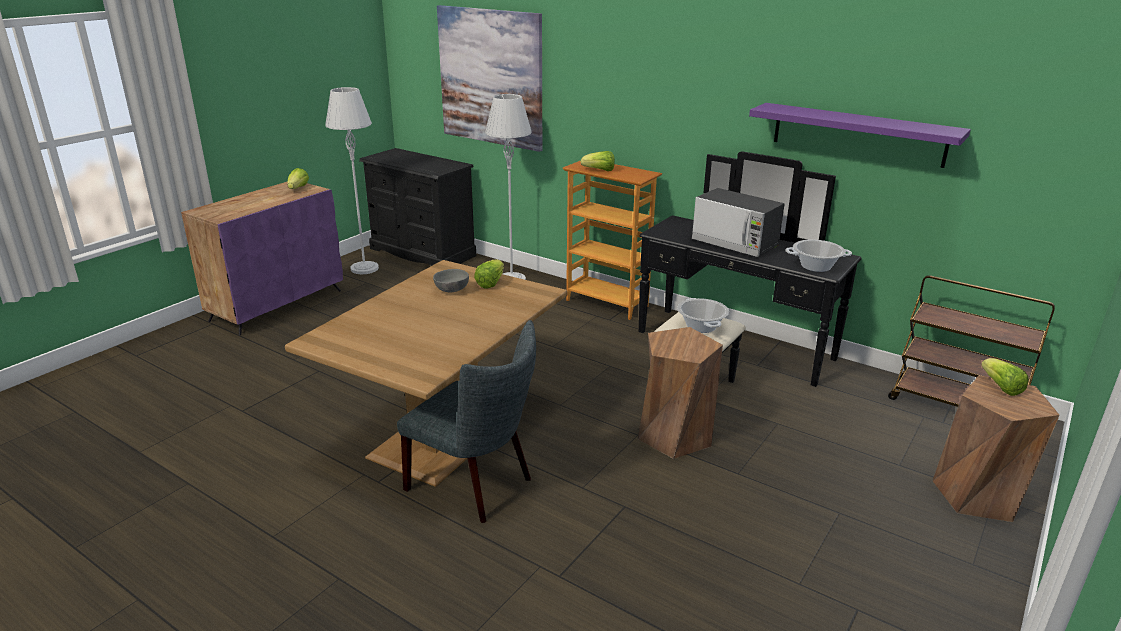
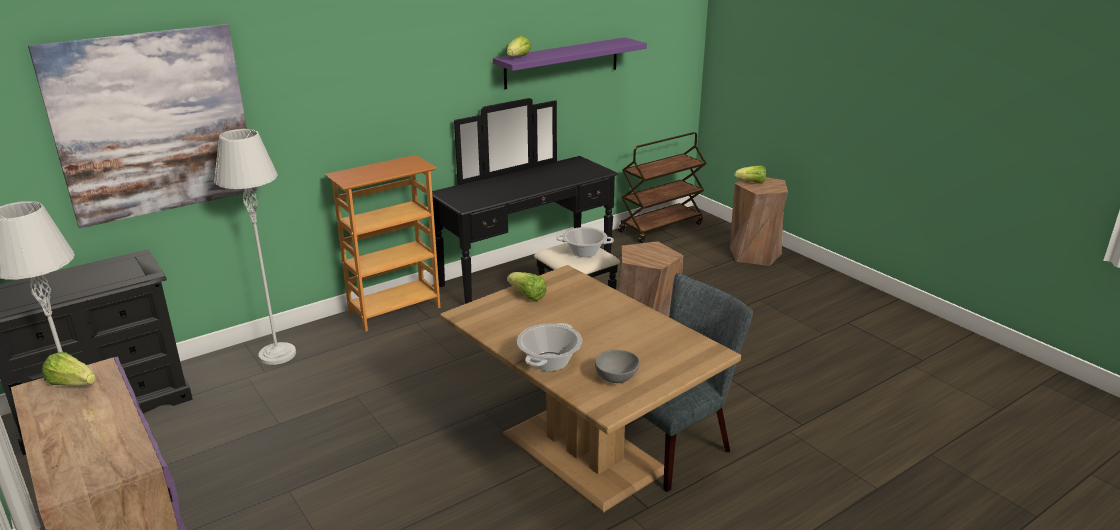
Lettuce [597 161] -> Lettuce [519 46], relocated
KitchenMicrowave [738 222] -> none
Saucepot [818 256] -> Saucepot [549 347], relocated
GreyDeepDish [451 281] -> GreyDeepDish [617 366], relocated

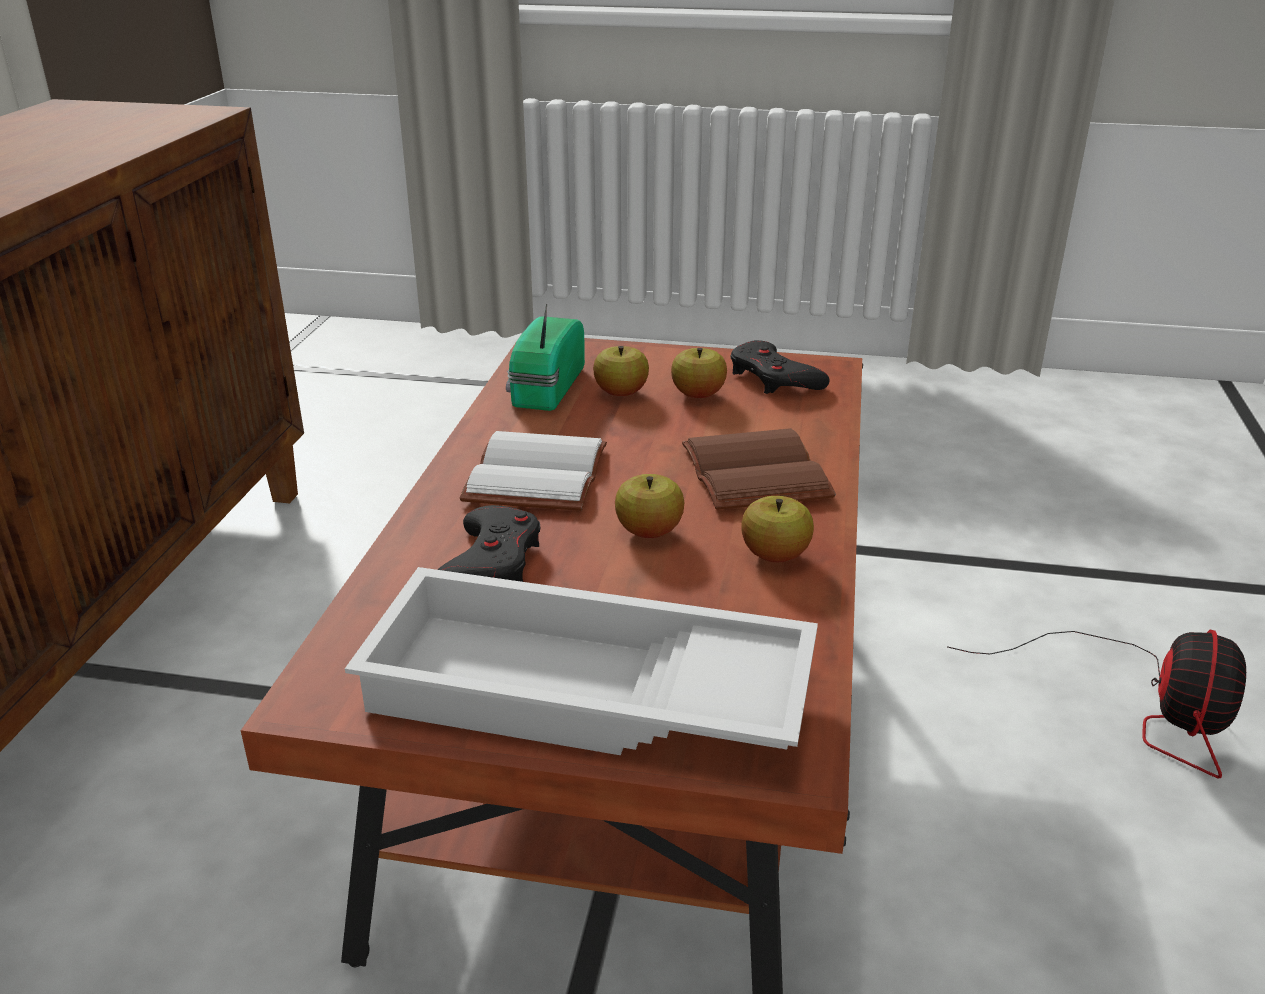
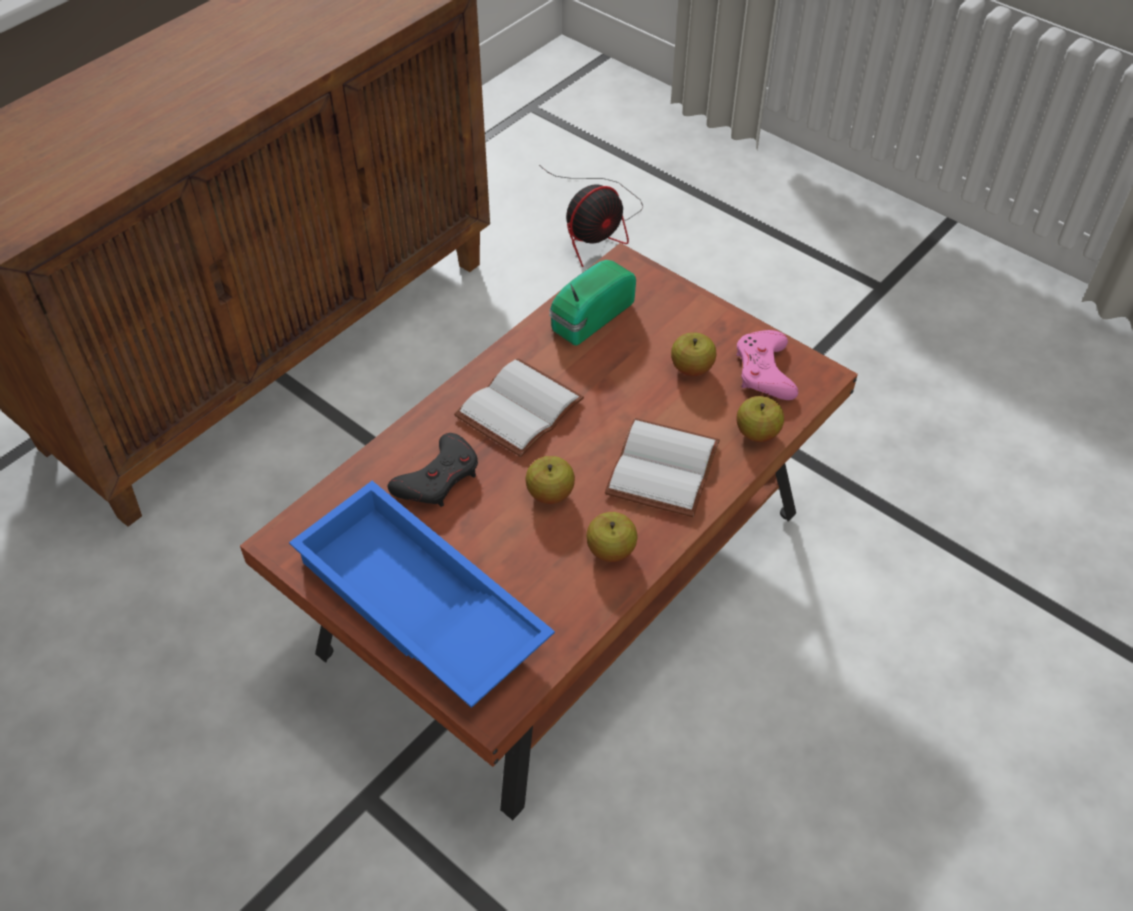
BlackishJoypad [779 367] -> PinkJoypad [767 365]
AppleFruit [621 371] -> AppleFruit [760 419], relocated
BrownishVolume [759 469] -> WhitishVolume [662 467]
WhitishCarryingTray [581 661] -> BlueColouredCarryingTray [422 594]
ElectricFan [1096 704] -> ElectricFan [591 216], relocated

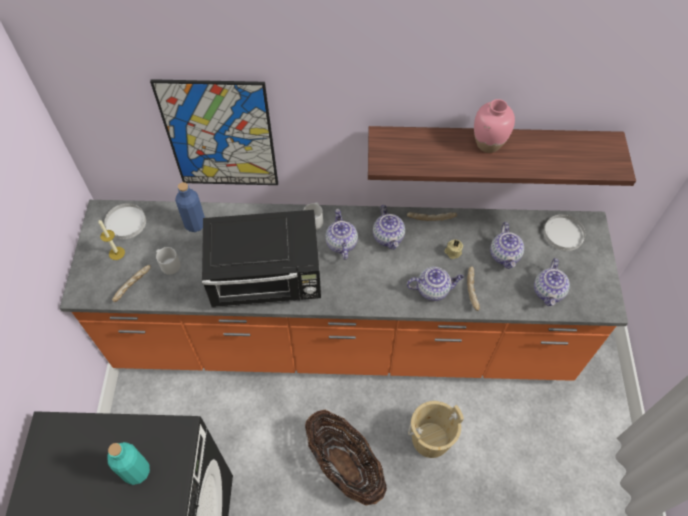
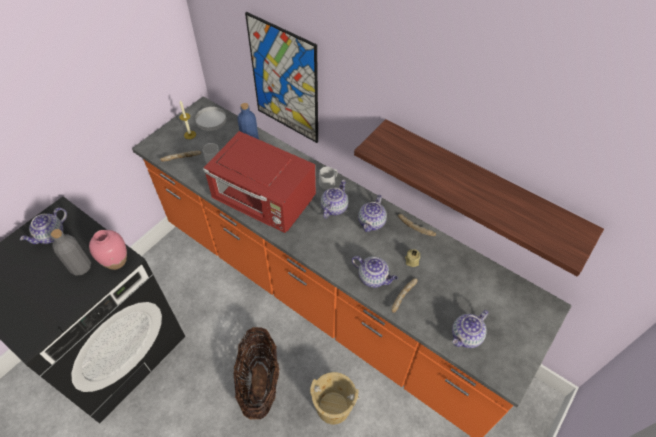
PinkFlowerVase [494 126] -> PinkFlowerVase [108 250], relocated
BlackishKitchenMicrowave [261 259] -> RedKitchenMicrowave [259 182]
WhitishDinnerPlate [565 232] -> none
Teapot [507 245] -> Teapot [43 226], relocated
TurquoiseColouredDrinkBottle [129 463] -> GreyDrinkBottle [71 252]

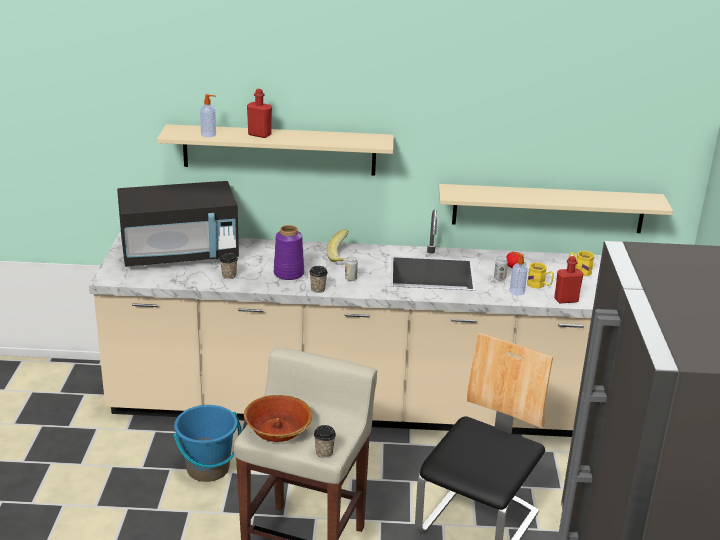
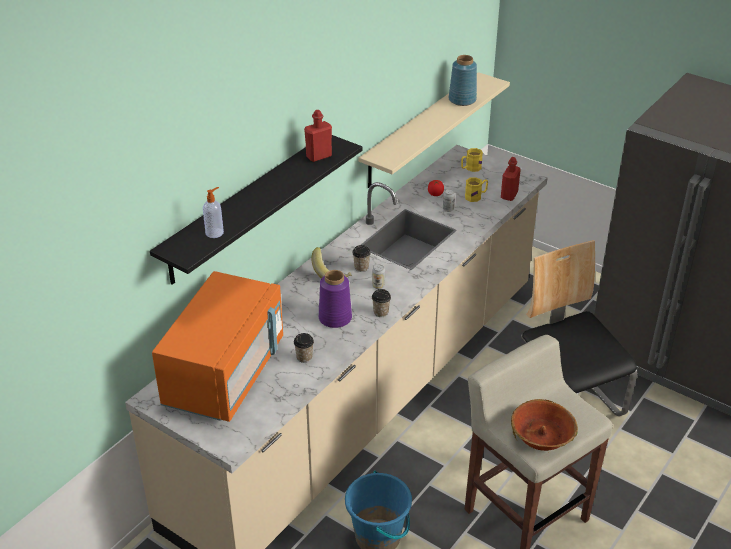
RedDrinkBottle [259 113] -> RedDrinkBottle [318 136], relocated
BeigeColouredWallShelf [275 150] -> BlackishWallShelf [256 210]
BlackishKitchenMicrowave [178 224] -> OrangeColouredKitchenMicrowave [217 346]
SoapBottle [518 273] -> none
Cup [325 441] -> Cup [361 258], relocated
none -> BlueColouredFlowerVase [463 80]

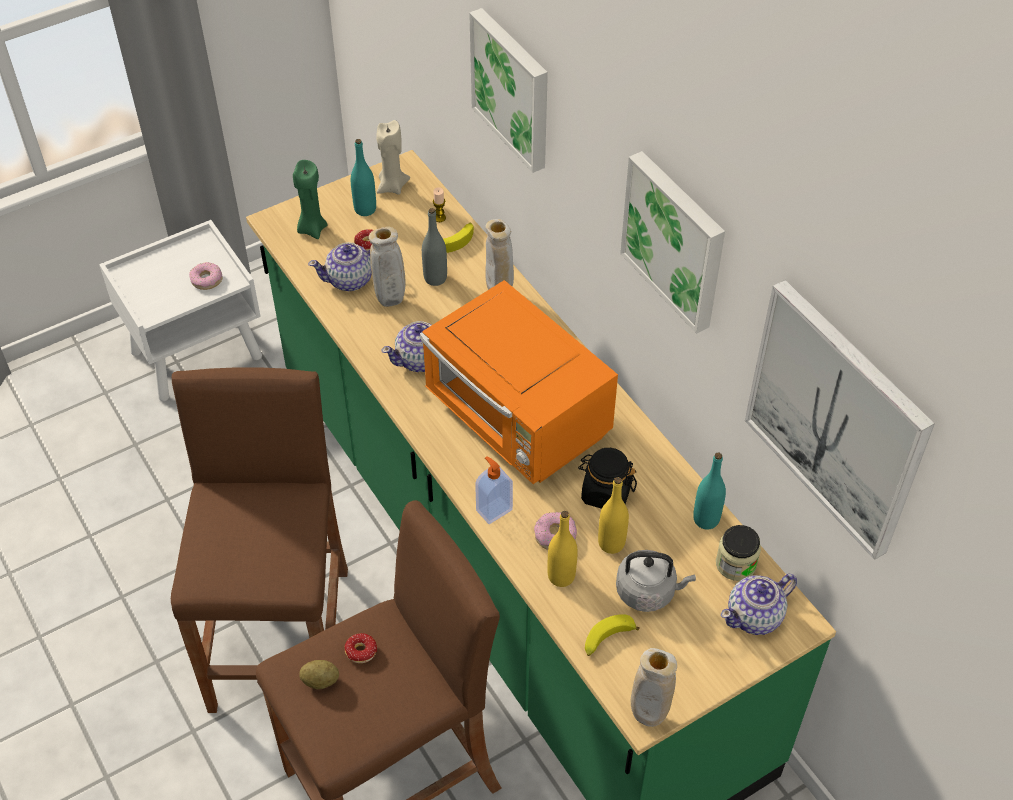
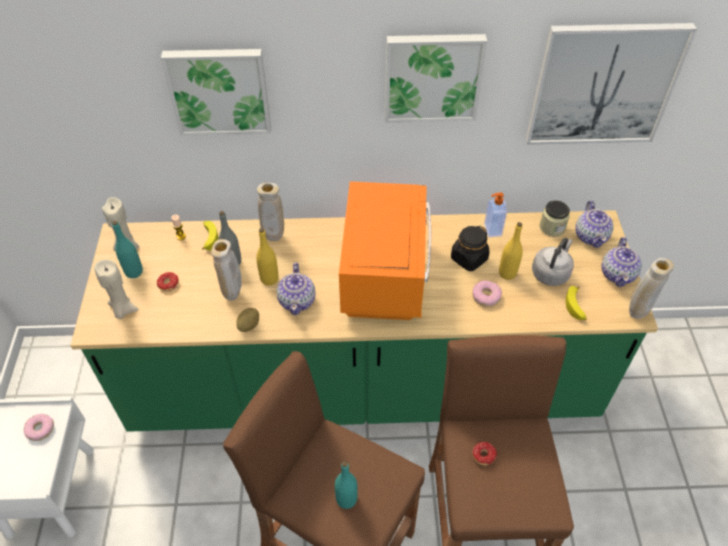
GreenColouredCandle [310 199] -> BeigeColouredCandle [116 289]
Teapot [340 266] -> Teapot [621 262], relocated
OrangeColouredKitchenMicrowave [519 382] -> OrangeColouredKitchenMicrowave [385 250], 75 degrees counterclockwise
TurquoiseColouredDrinkBottle [709 491] -> TurquoiseColouredDrinkBottle [346 485], relocated
SoapBottle [494 490] -> SoapBottle [495 215], relocated
YellowDrinkBottle [562 549] -> YellowDrinkBottle [267 257], relocated
WholePotato [319 674] -> WholePotato [247 320], relocated

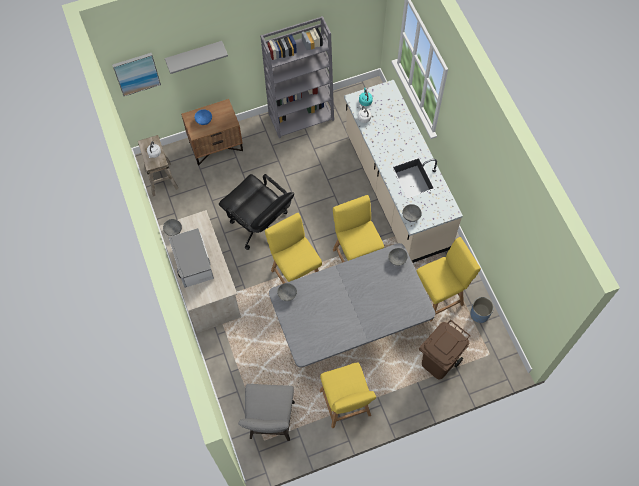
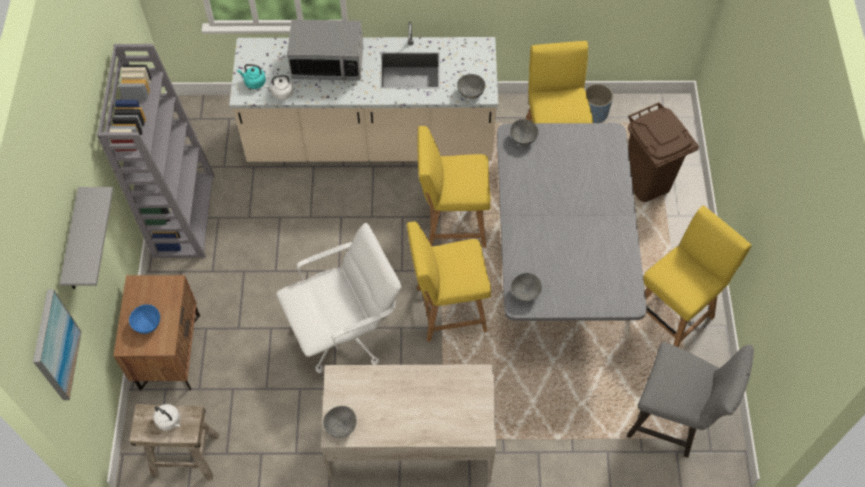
BlackishDeskChair [256 212] -> WhitishDeskChair [339 298]
KitchenMicrowave [191 258] -> KitchenMicrowave [325 50], relocated
YellowChair [347 395] -> YellowChair [697 276], 45 degrees counterclockwise

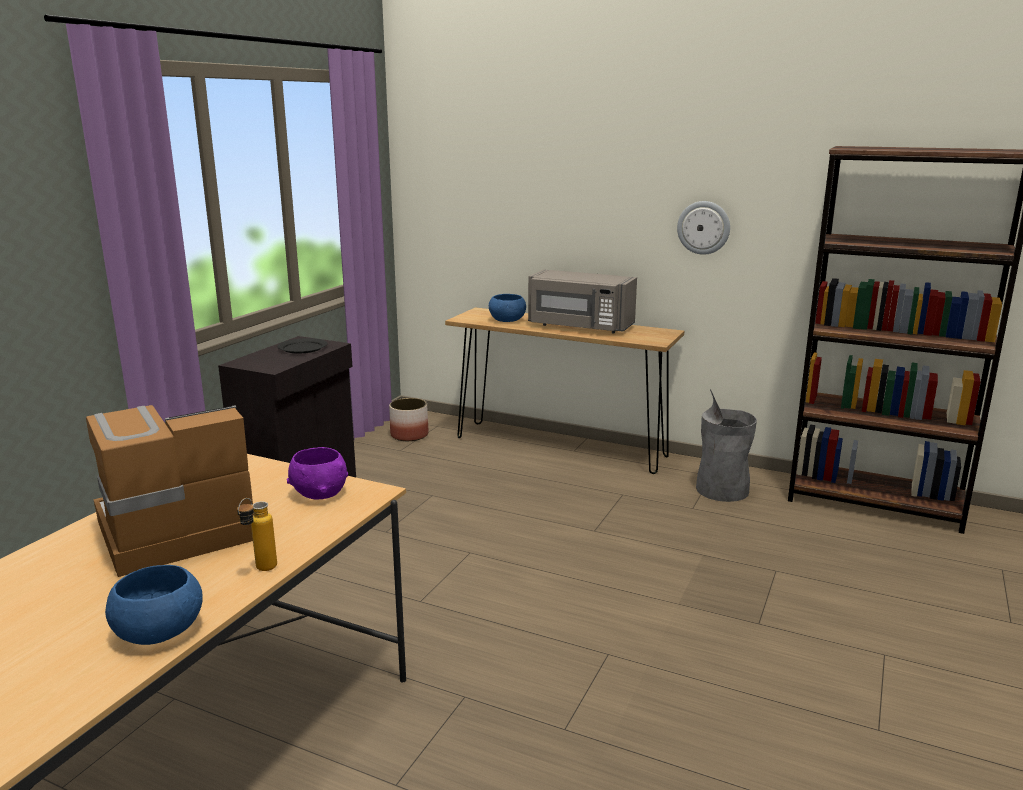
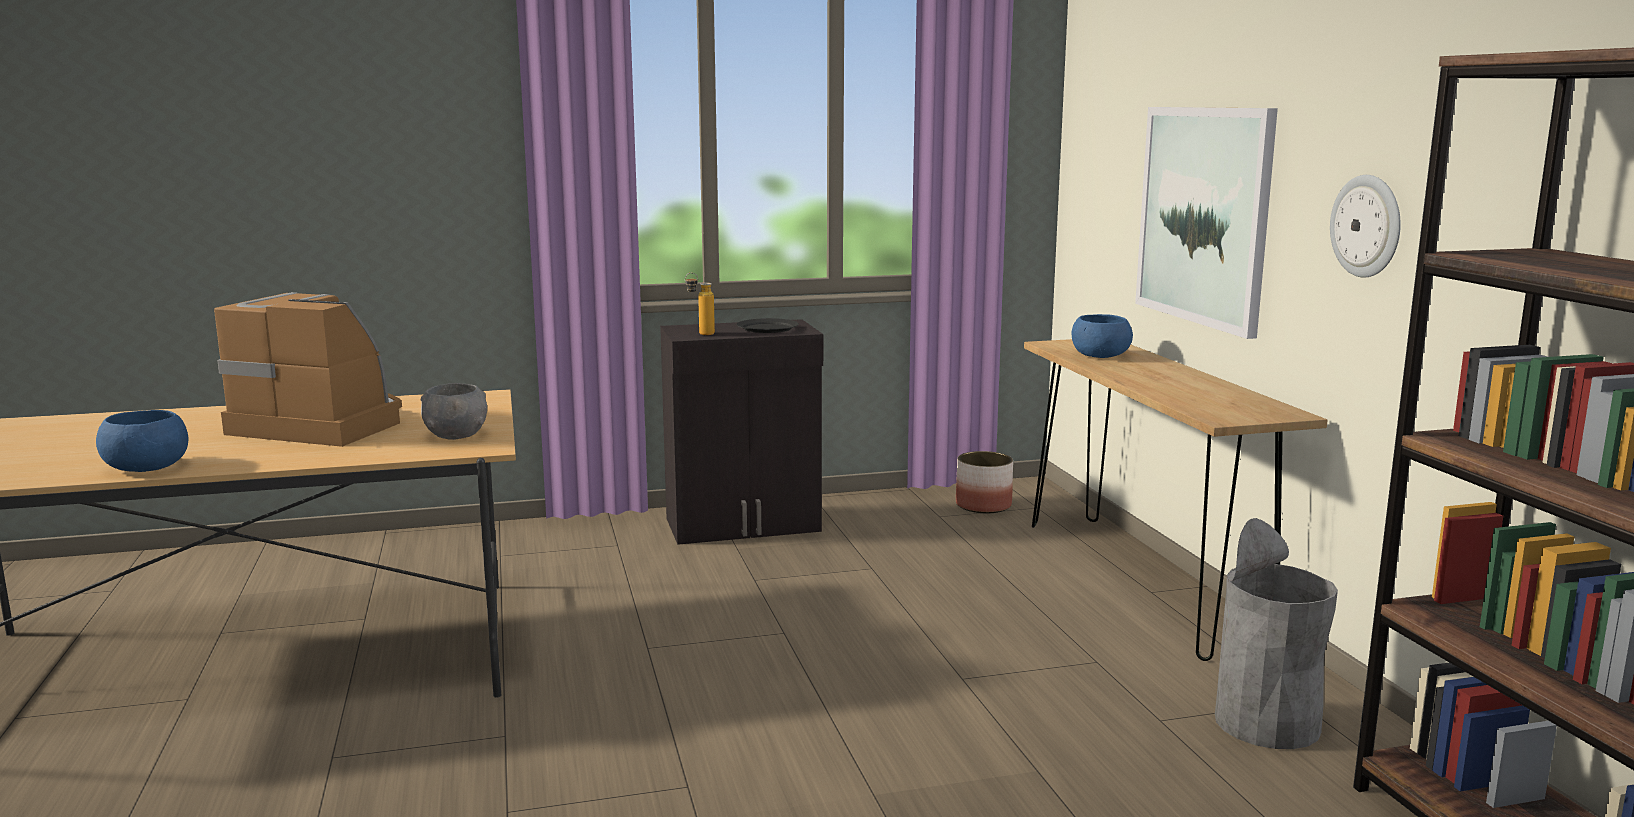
GreyKitchenMicrowave [582 301] -> none
PurplishDeepDish [317 473] -> GreyDeepDish [454 411]
DrinkBottle [257 534] -> DrinkBottle [700 304], relocated
none -> Picture [1206 223]

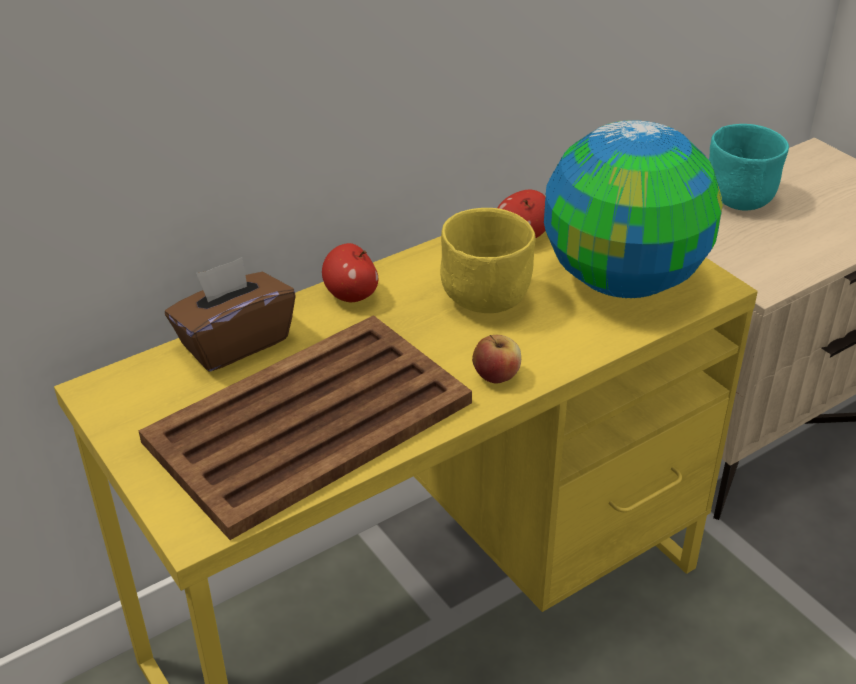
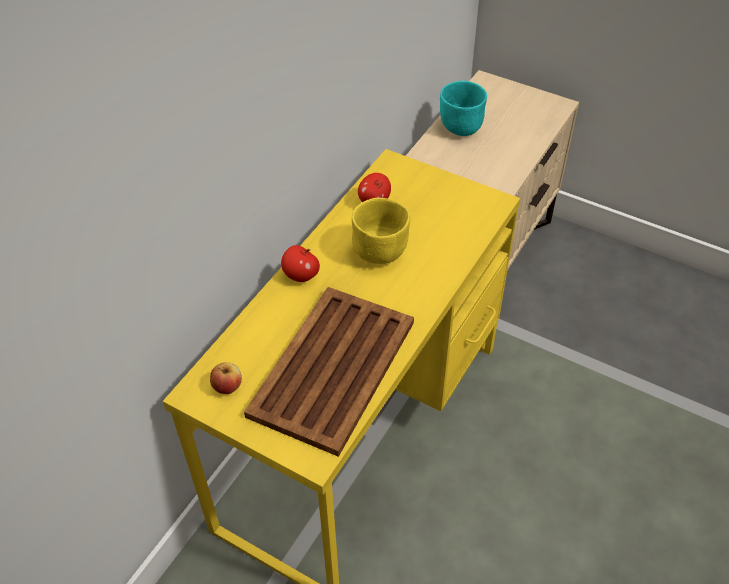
WorldGlobe [633 209] -> none
BrownishBoxOfTissues [230 314] -> none
AppleFruit [496 359] -> AppleFruit [226 378], relocated

